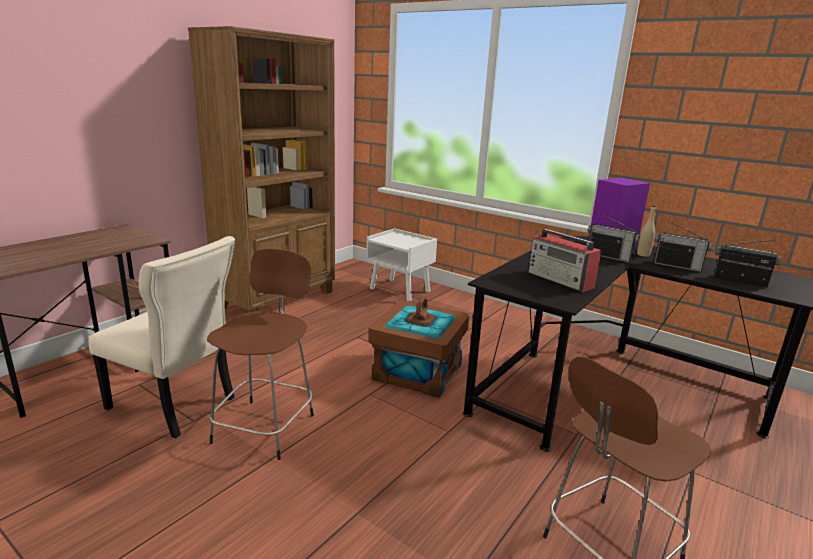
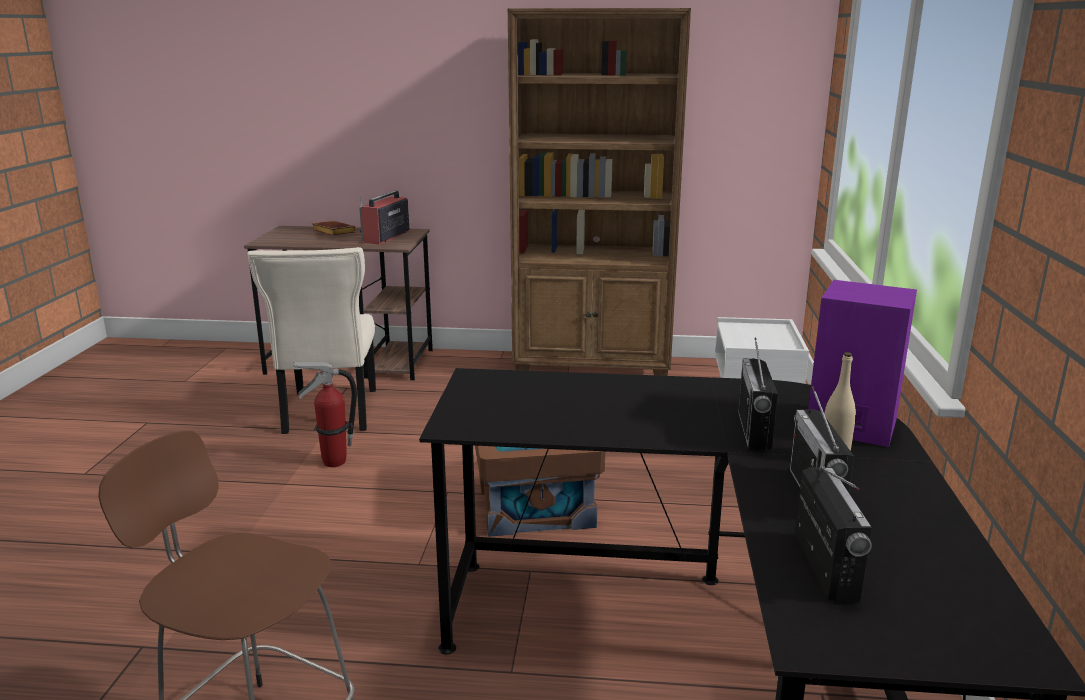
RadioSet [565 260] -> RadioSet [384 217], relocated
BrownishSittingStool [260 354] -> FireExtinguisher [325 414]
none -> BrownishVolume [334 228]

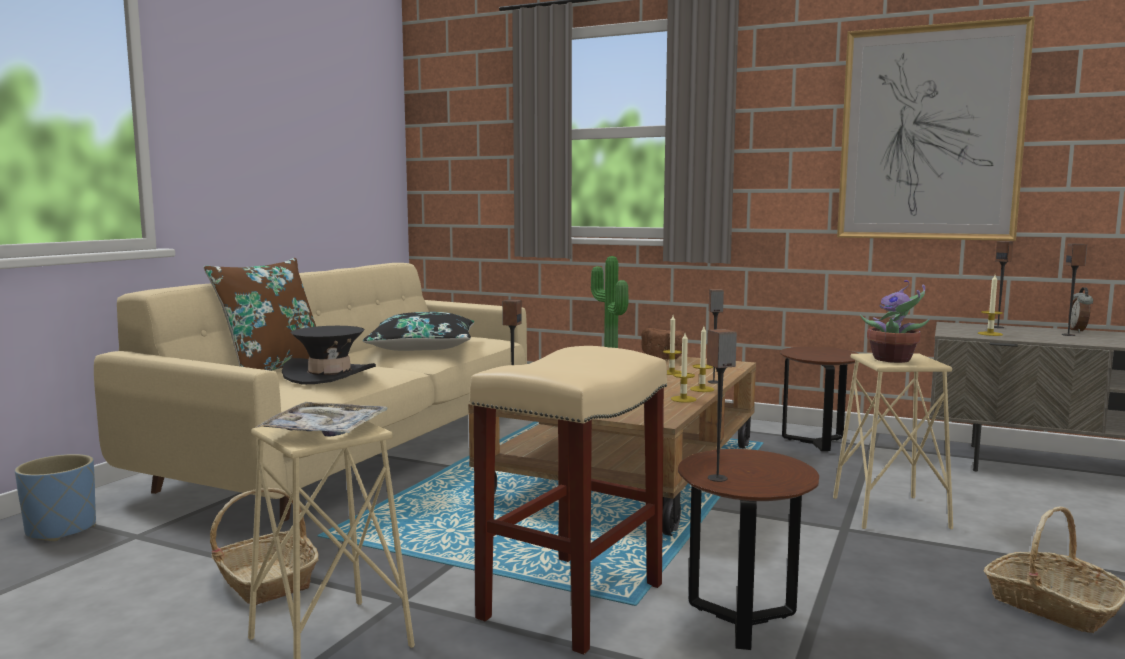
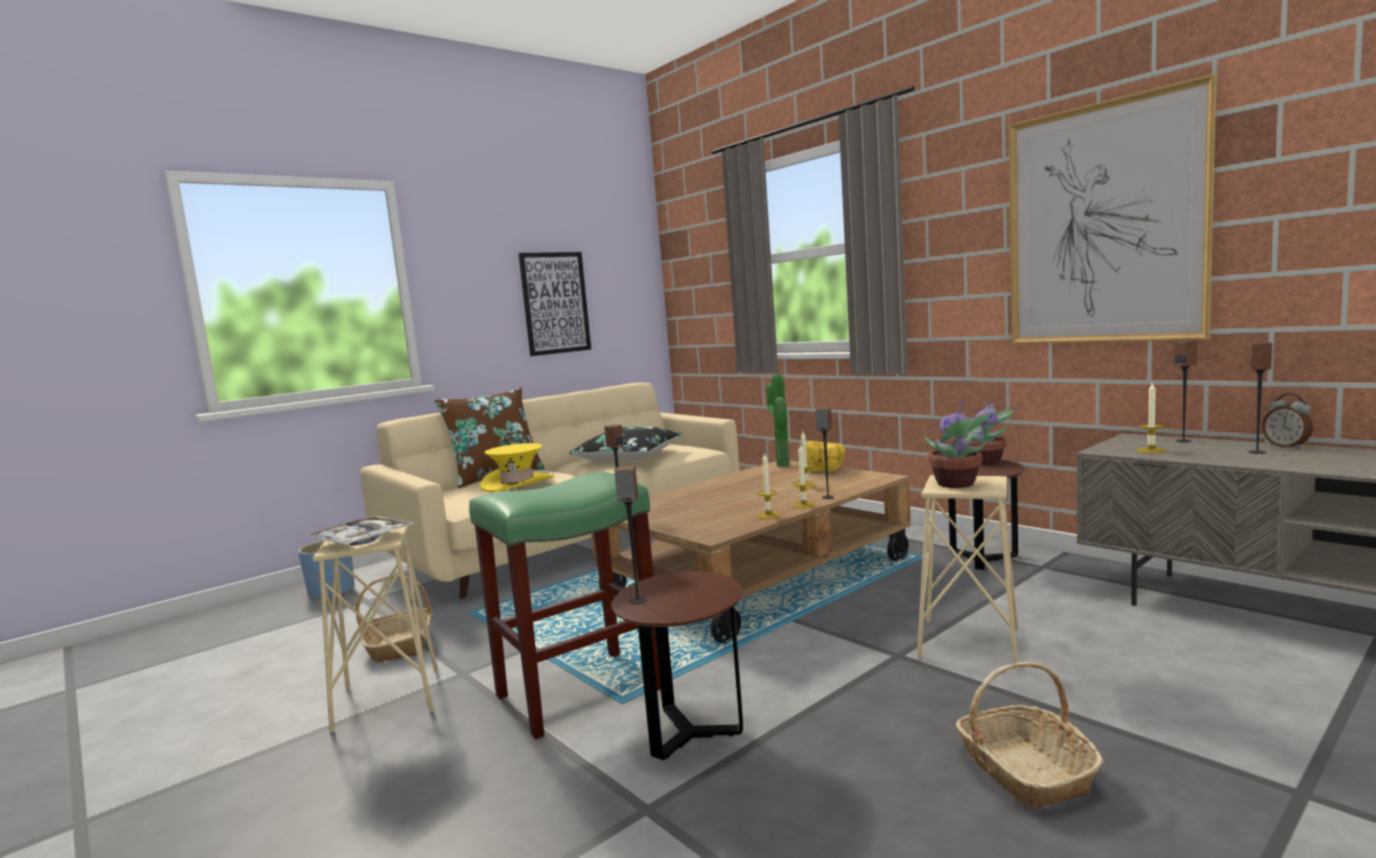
BedsideClock [1080 310] -> BedsideClock [1287 421], 60 degrees counterclockwise
BlackishClothingHat [329 355] -> YellowClothingHat [517 467]
BrownishDeepDish [663 344] -> YellowDeepDish [825 456]
BeigeColouredSittingStool [568 500] -> GreenColouredSittingStool [565 605]
none -> Picture [555 304]
none -> PlantInAPot [990 432]

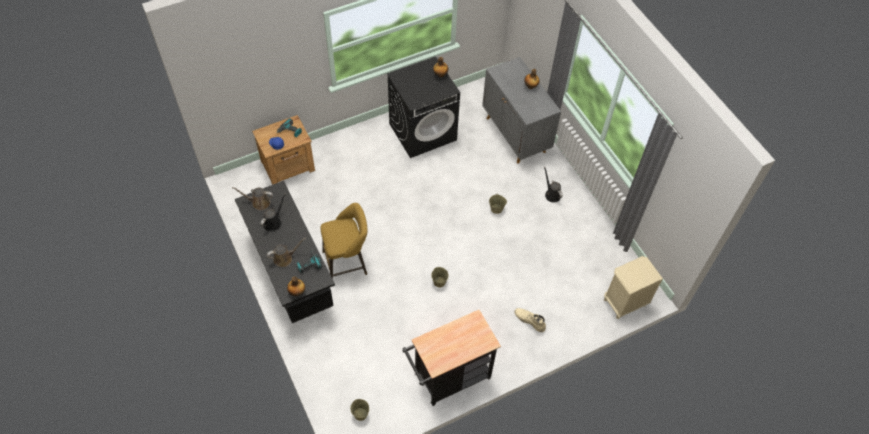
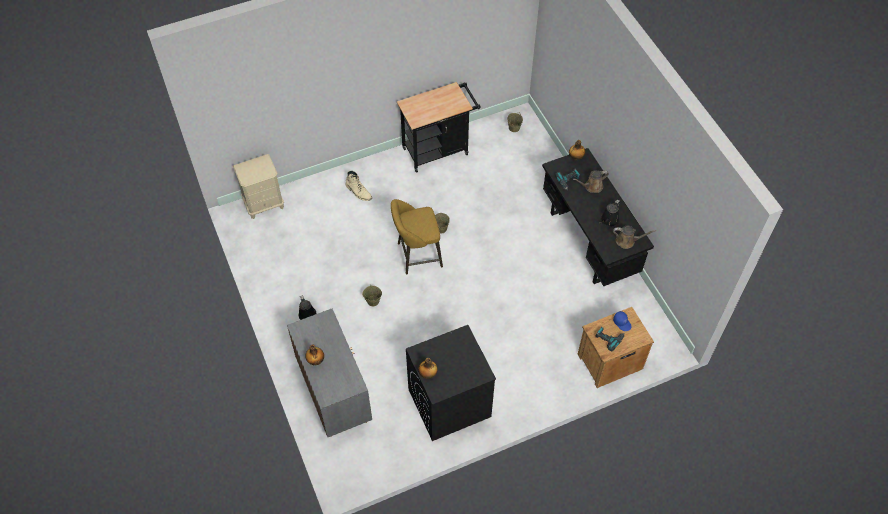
YellowSittingStool [343 241] -> YellowSittingStool [417 236], relocated

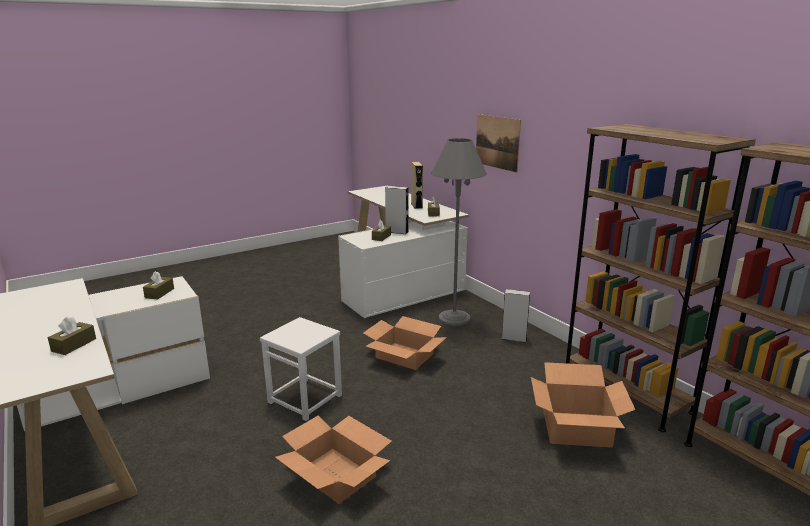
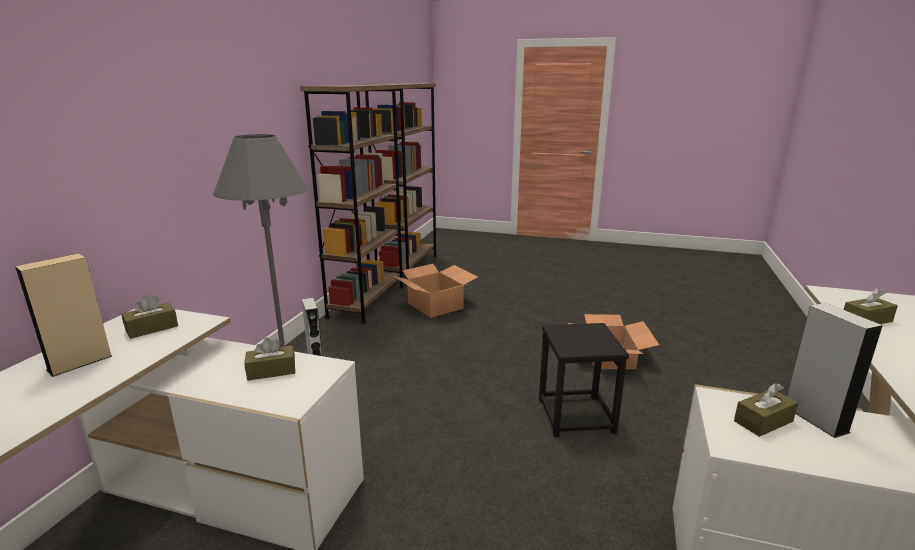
Picture [498 143] -> none
GreySpeaker [396 210] -> GreySpeaker [835 370], relocated
Carton [405 343] -> none
WhitishSittingStool [301 369] -> BlackishSittingStool [584 380]

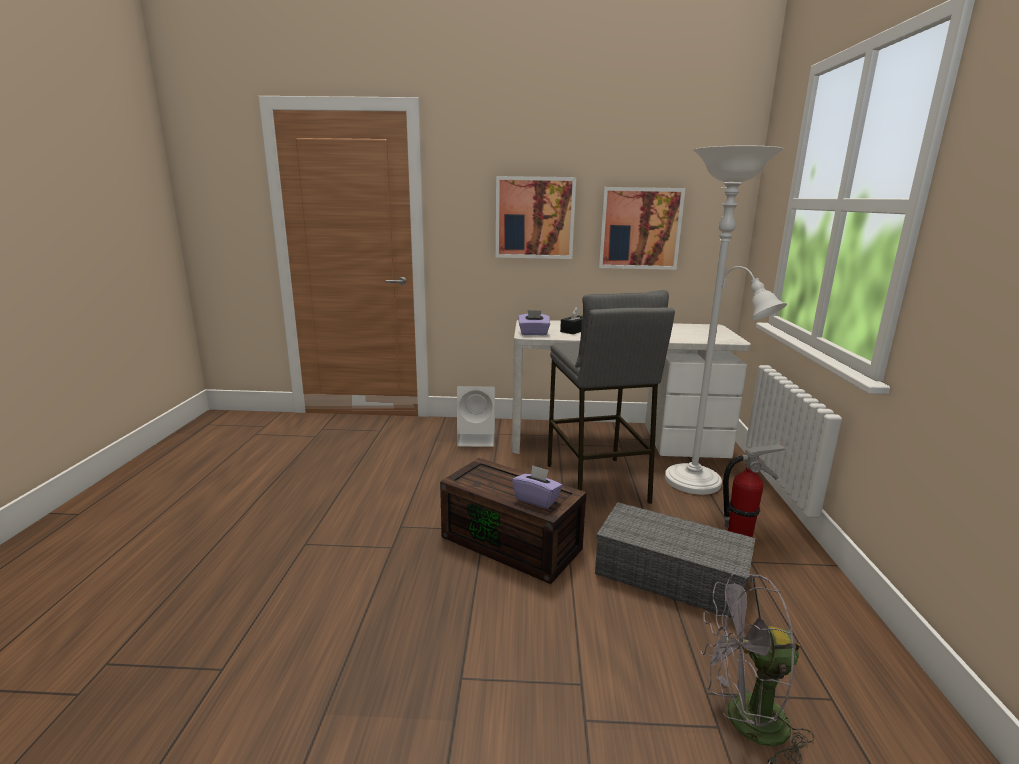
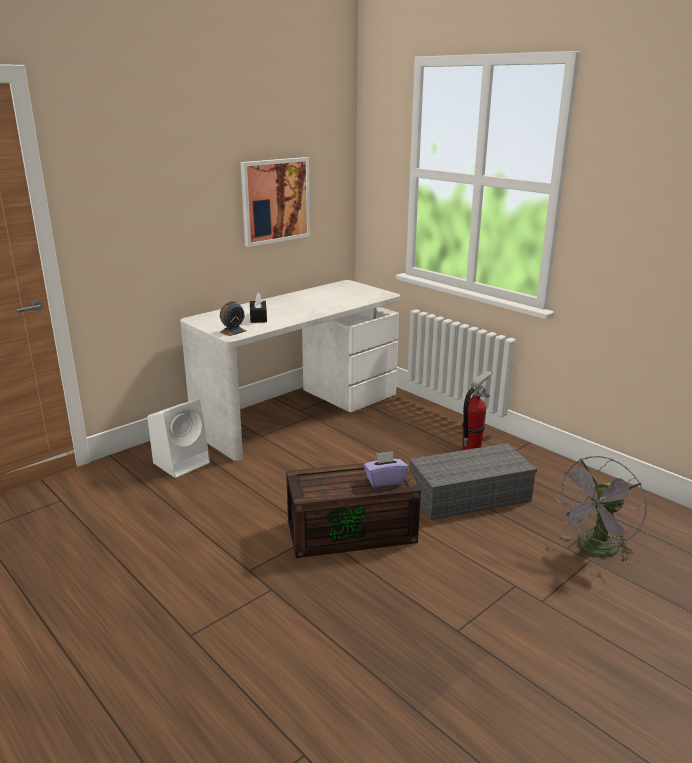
WhitishFloorLamp [726 320] -> none
Picture [536 217] -> none
GreySittingStool [611 397] -> none
PurplishBoxOfTissues [534 322] -> BedsideClock [233 318]

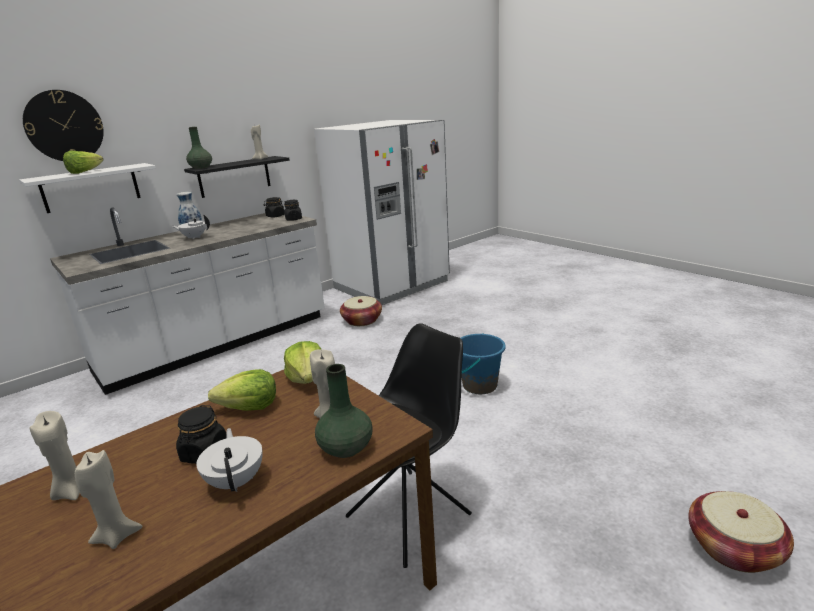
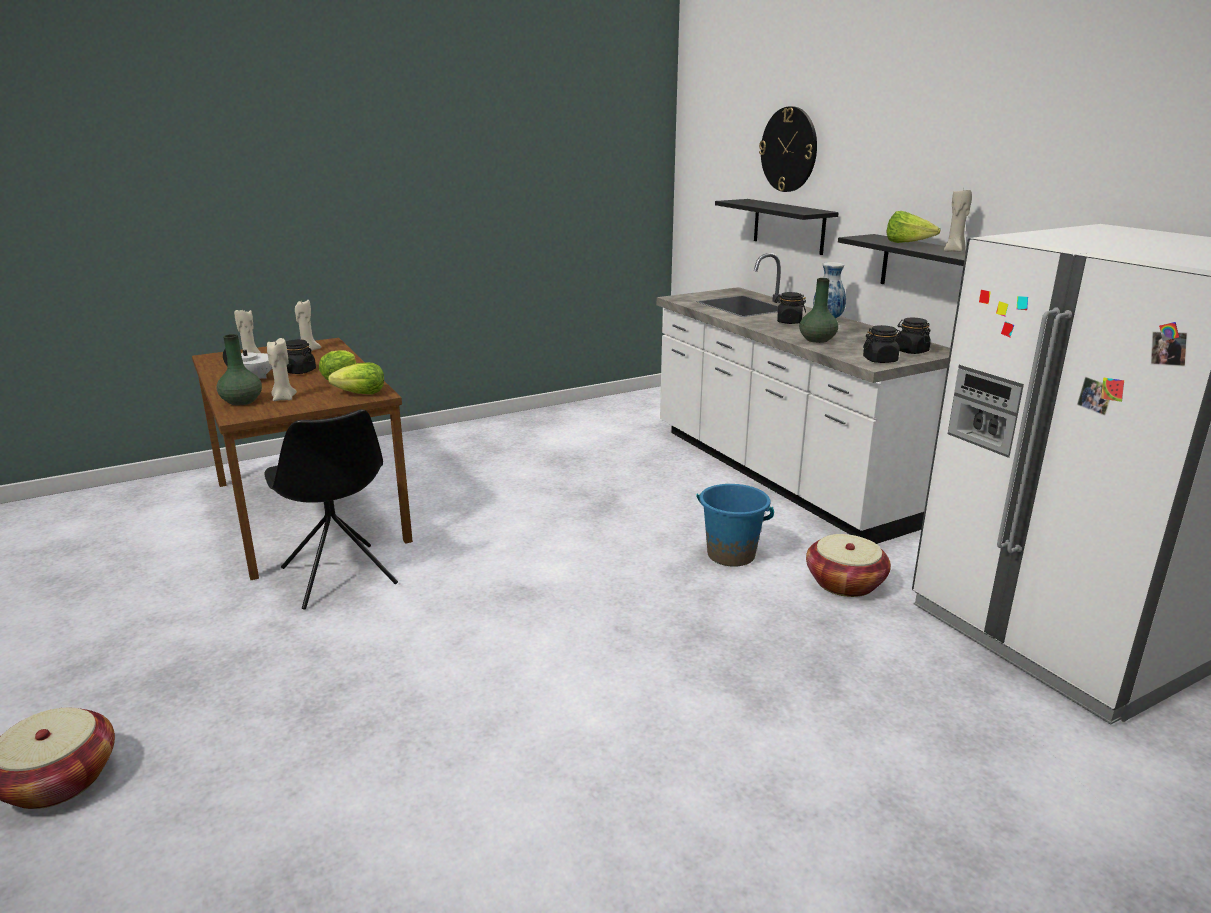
GreenColouredFlowerVase [199 148] -> GreenColouredFlowerVase [818 310], relocated
Lettuce [83 162] -> Lettuce [913 227], relocated
WhitishWallShelf [87 188] -> BlackishWallShelf [777 227]
WhitishTeapot [191 227] -> BlackishPreserveJar [790 308]
BlueColouredWaterBucket [483 363] -> BlueColouredWaterBucket [735 525], relocated

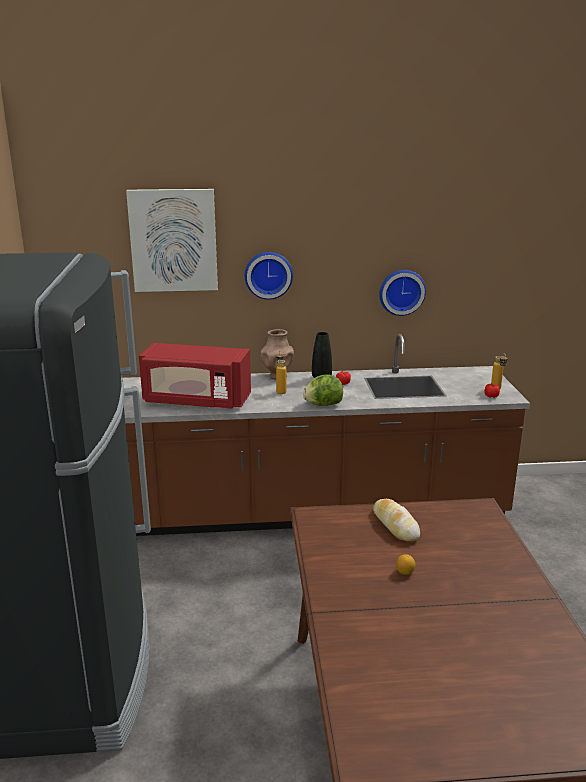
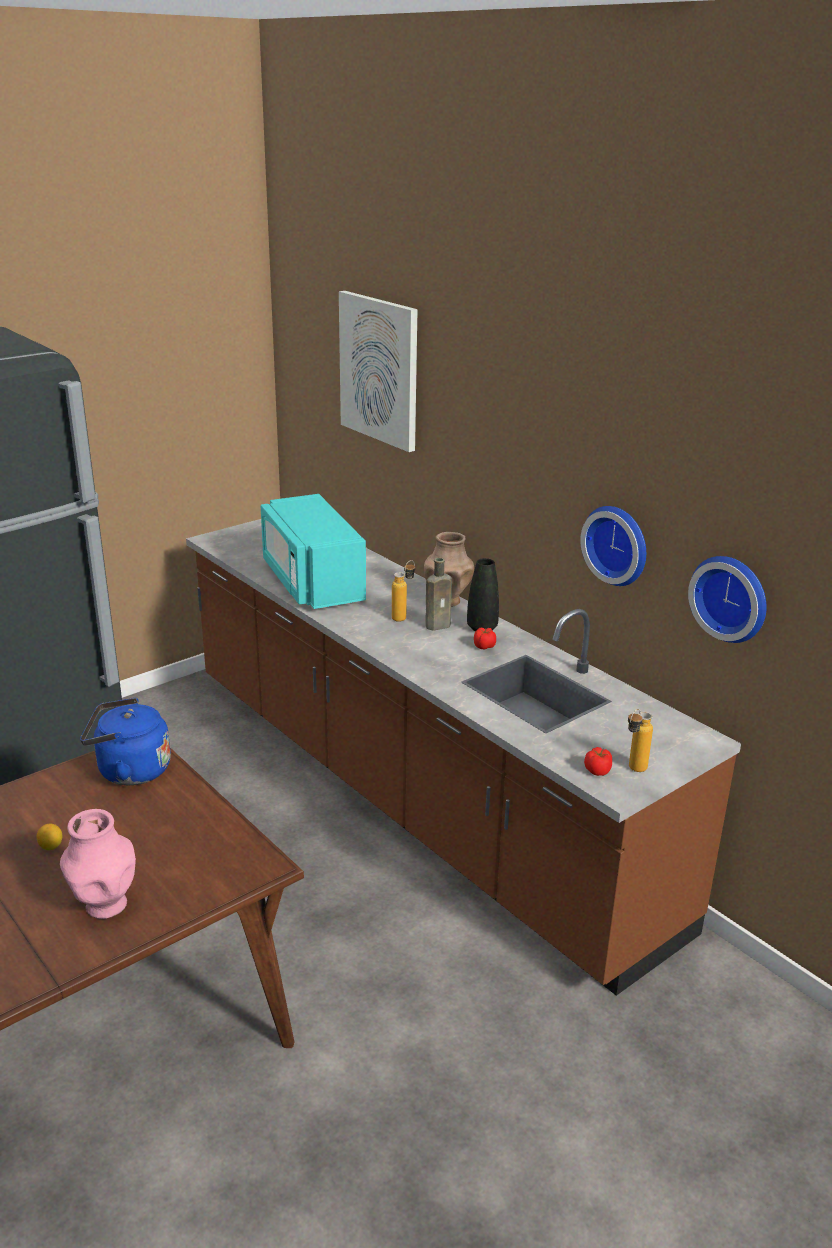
WallClock [269 276] -> WallClock [727 599], relocated
RedKitchenMicrowave [195 376] -> TurquoiseColouredKitchenMicrowave [313 551]
Lettuce [323 390] -> none
Bread [396 520] -> none
none -> BrownishDrinkBottle [438 594]
none -> BlueColouredWaterKettle [125 741]
none -> PinkFlowerVase [98 864]

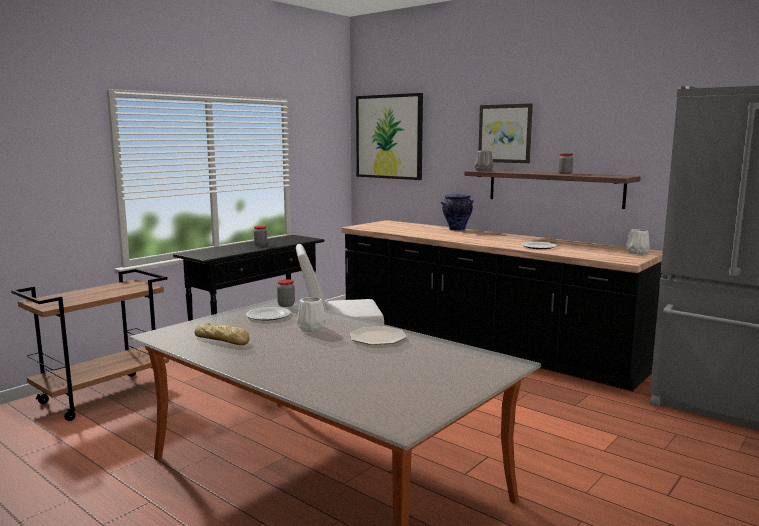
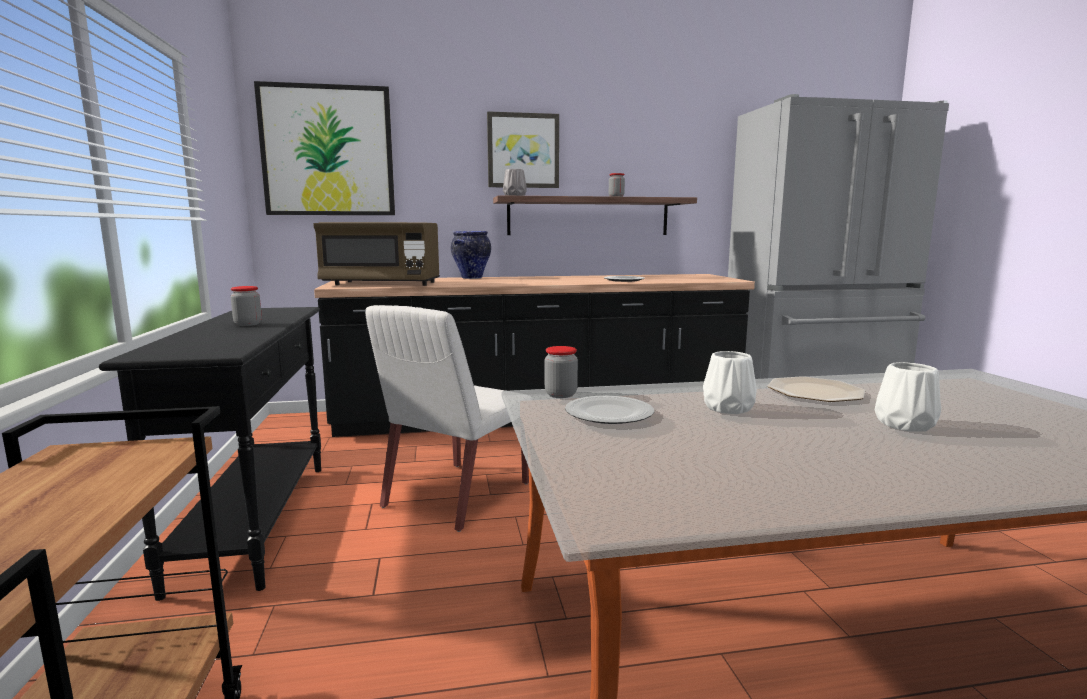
WhitishFlowerVase [638 241] -> WhitishFlowerVase [908 397], relocated
Bread [222 334] -> none
none -> BrownishKitchenMicrowave [376 254]

